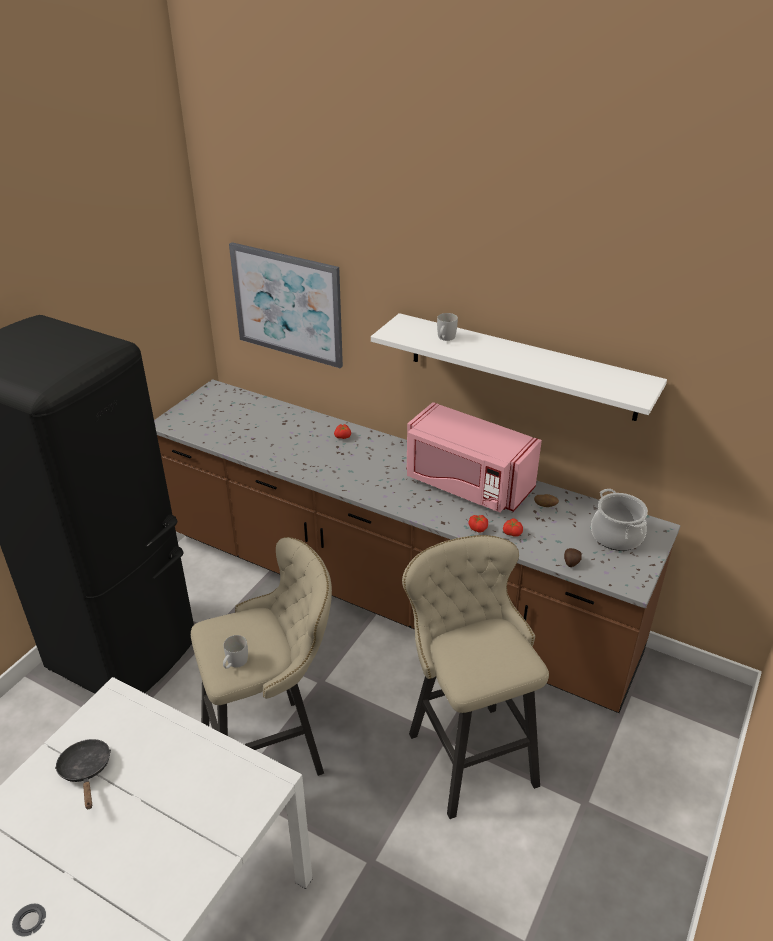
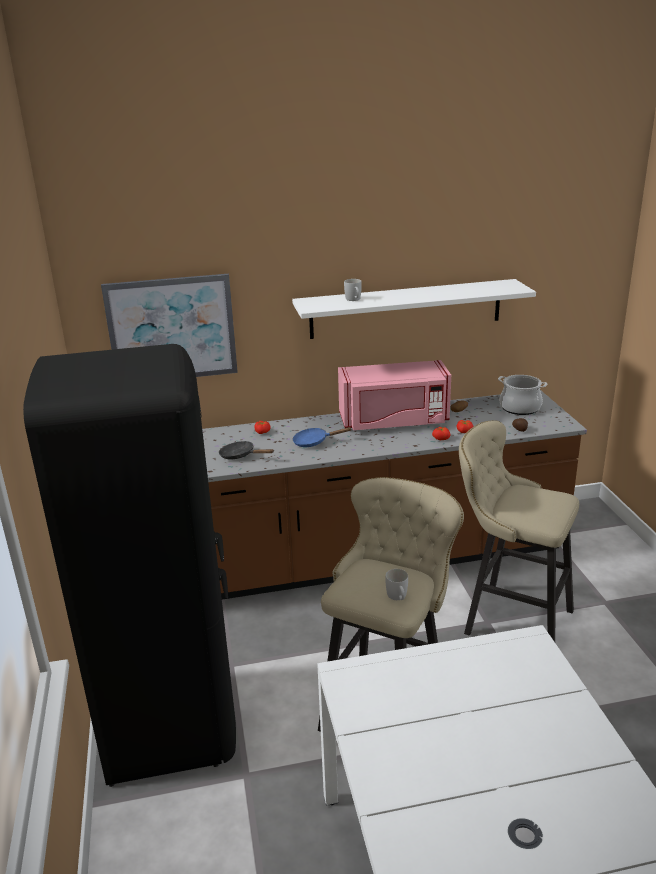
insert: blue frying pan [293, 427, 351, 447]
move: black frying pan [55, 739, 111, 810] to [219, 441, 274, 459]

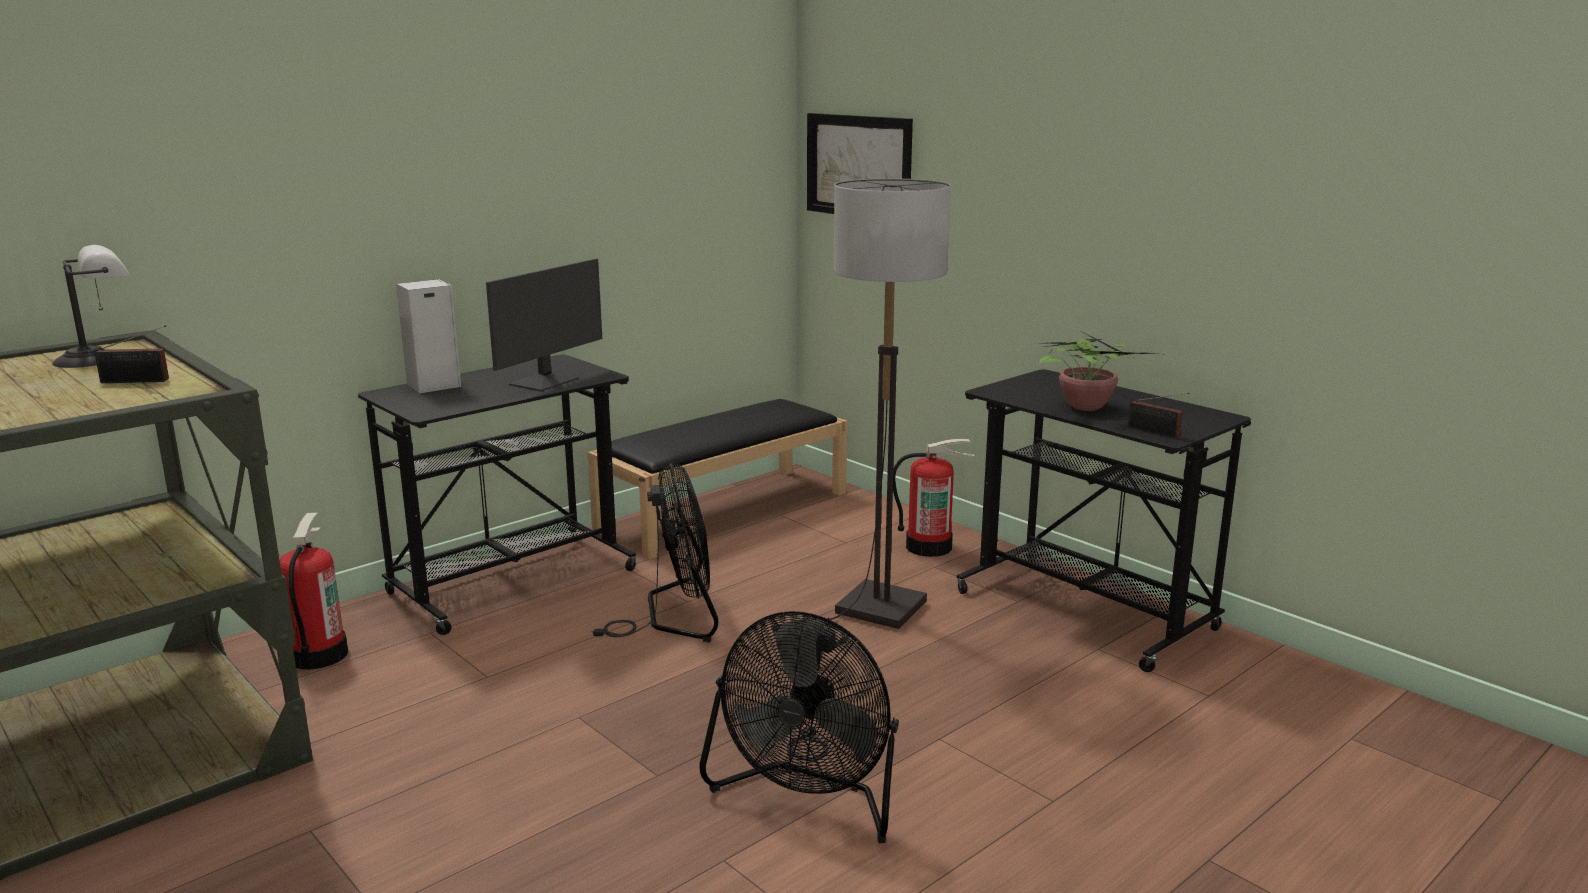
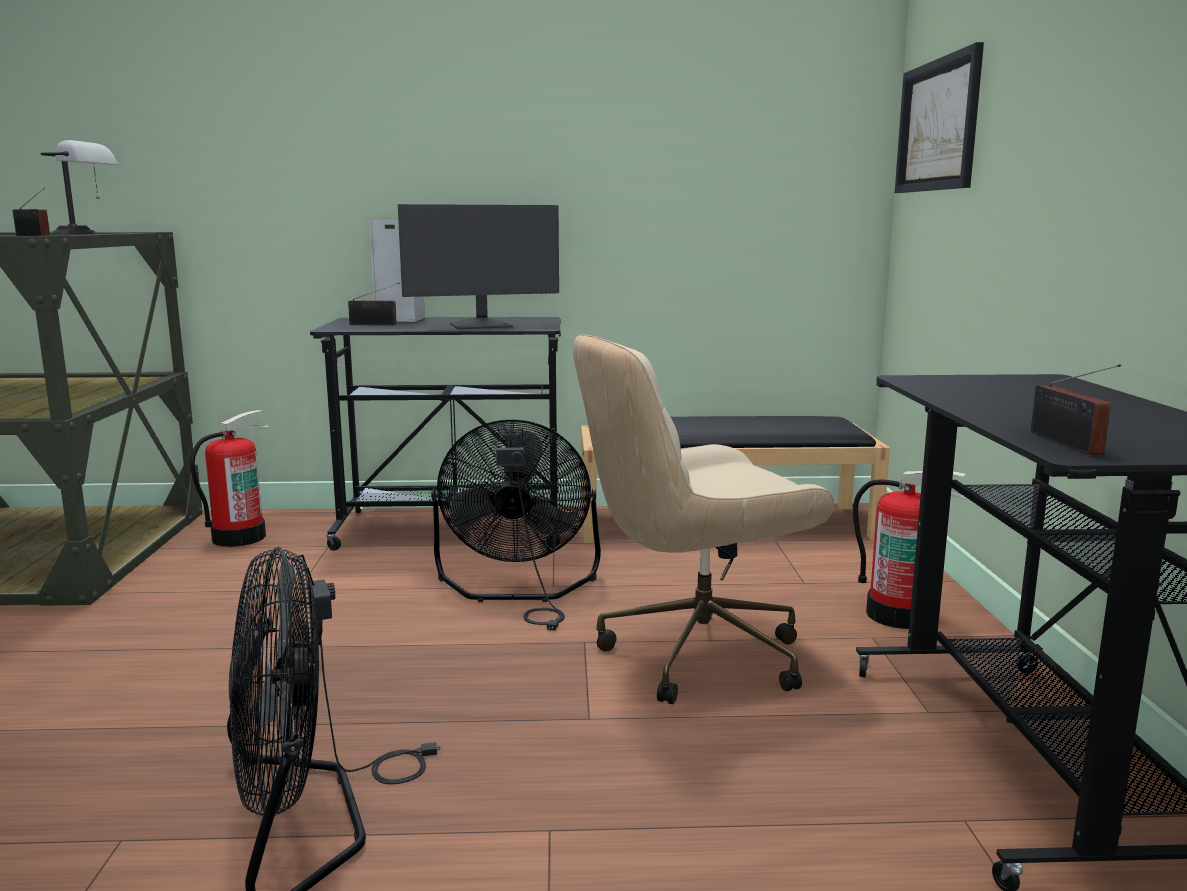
delete: potted plant [1040, 334, 1151, 411]
insert: radio [348, 283, 399, 325]
replace: floor lamp [771, 178, 951, 647] to beige office chair [573, 334, 834, 704]
rotate: black fan [592, 463, 718, 643] = [431, 419, 601, 631] 120 degrees counterclockwise

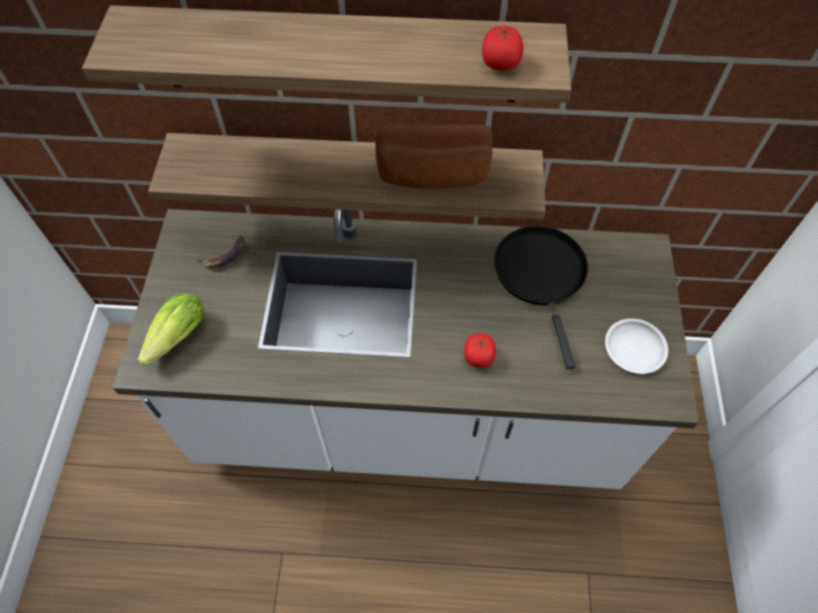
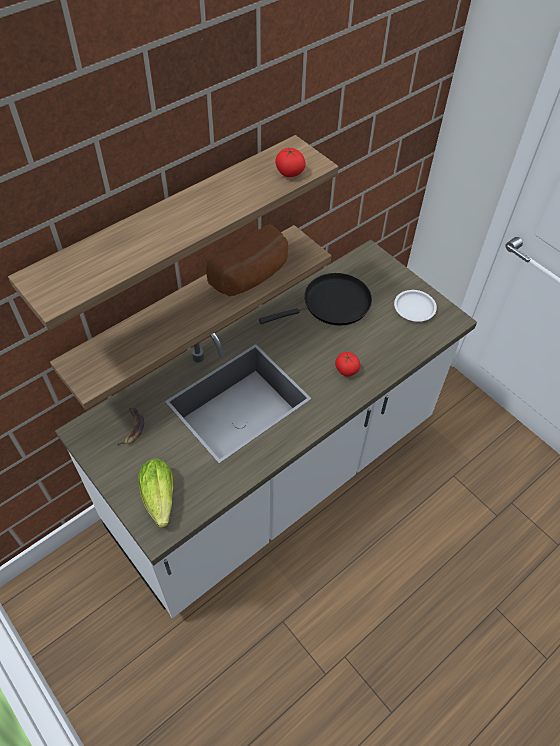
rotate: black frying pan [494, 226, 588, 369] = [259, 273, 372, 326] 120 degrees clockwise

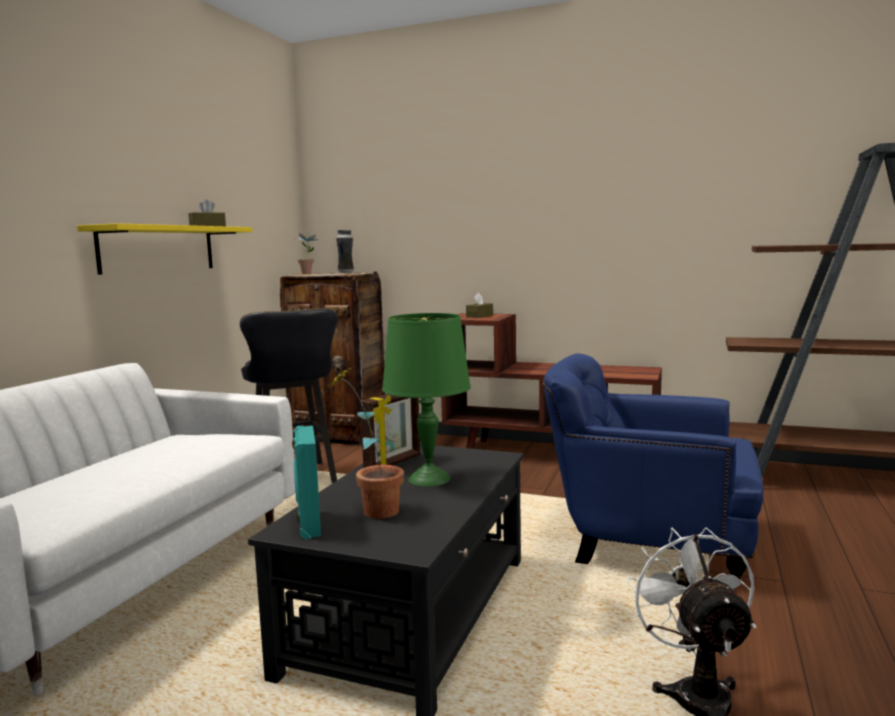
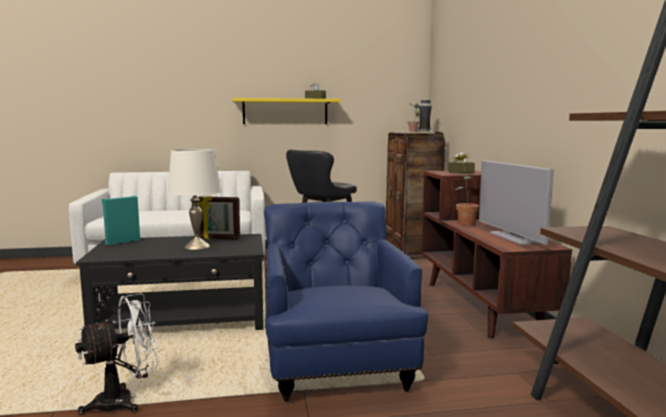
insert: television [479, 160, 554, 245]
move: potted plant [324, 365, 404, 519] to [452, 153, 479, 226]
recolor: green table lamp [382, 313, 471, 487] to white table lamp [168, 149, 221, 250]

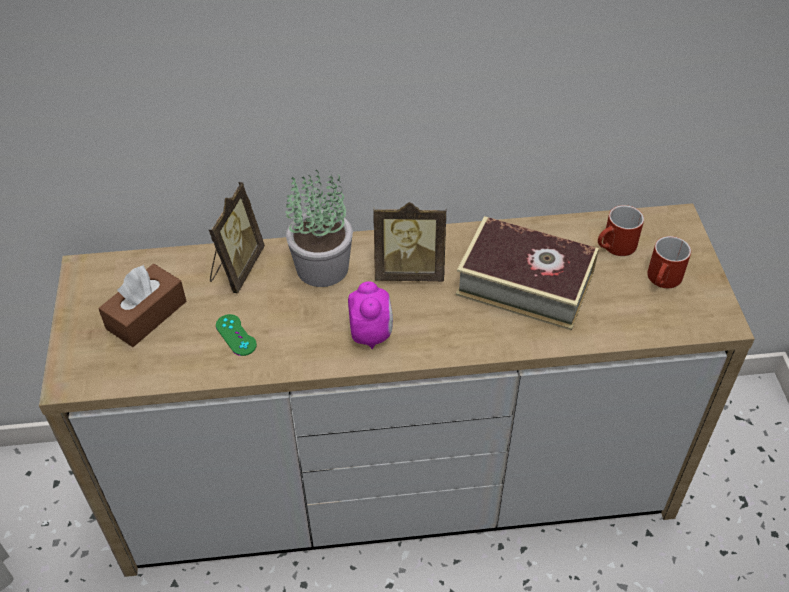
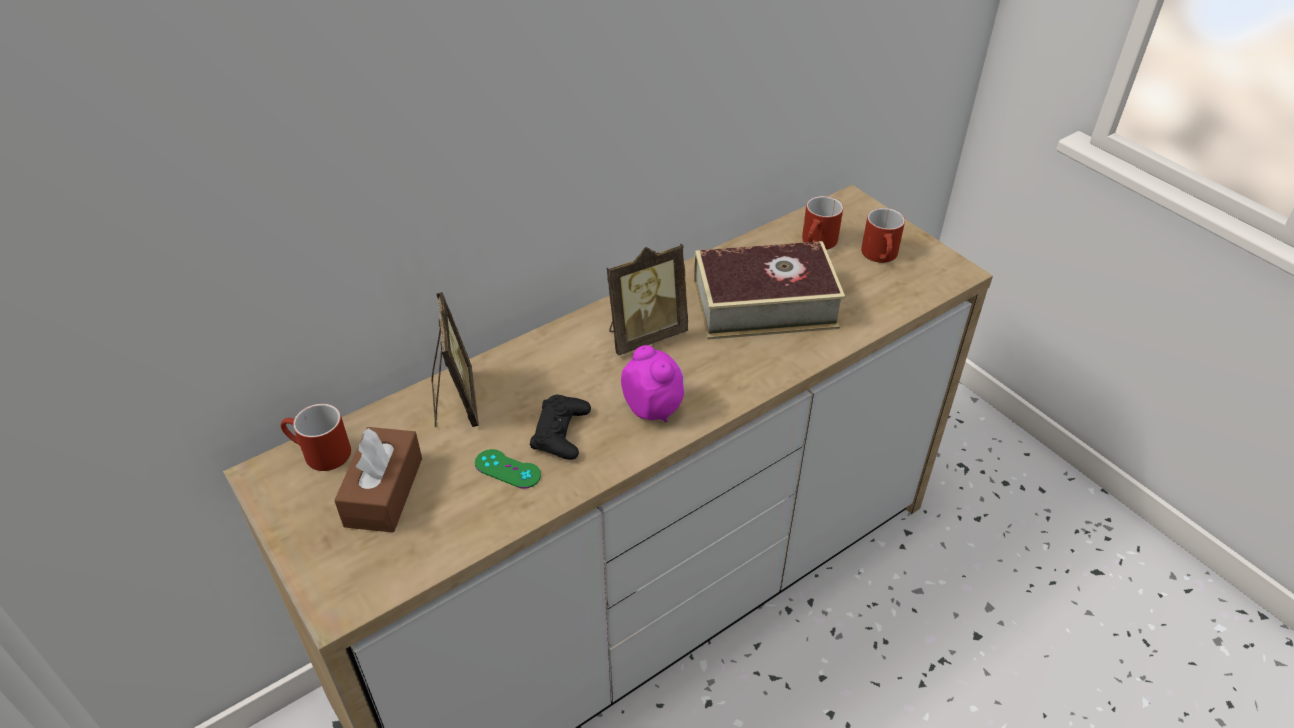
delete: potted plant [285, 170, 353, 287]
insert: red mug [281, 404, 351, 471]; black game controller [530, 395, 591, 460]

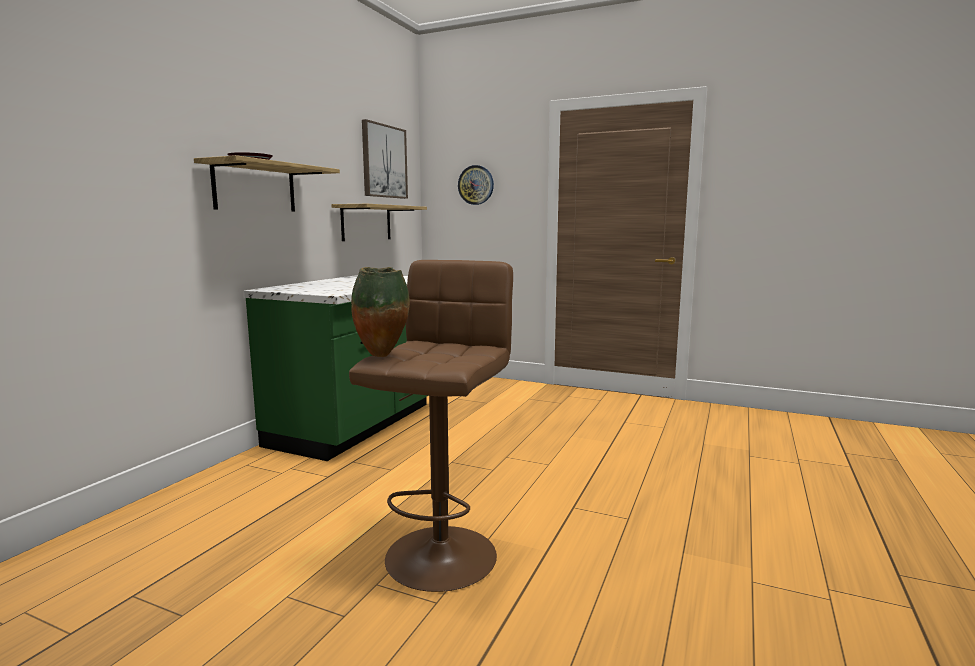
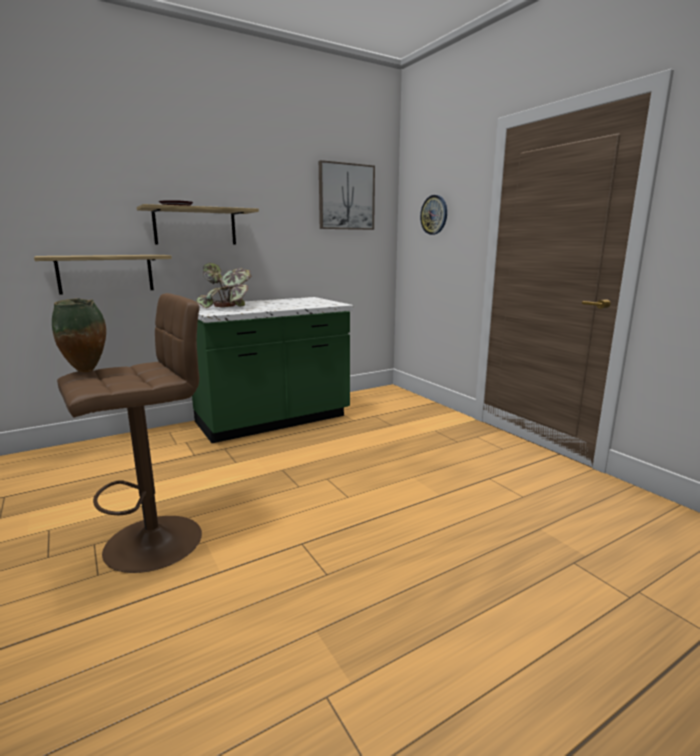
insert: potted plant [196, 263, 251, 308]
move: shelf [331, 204, 427, 241] to [34, 255, 172, 295]

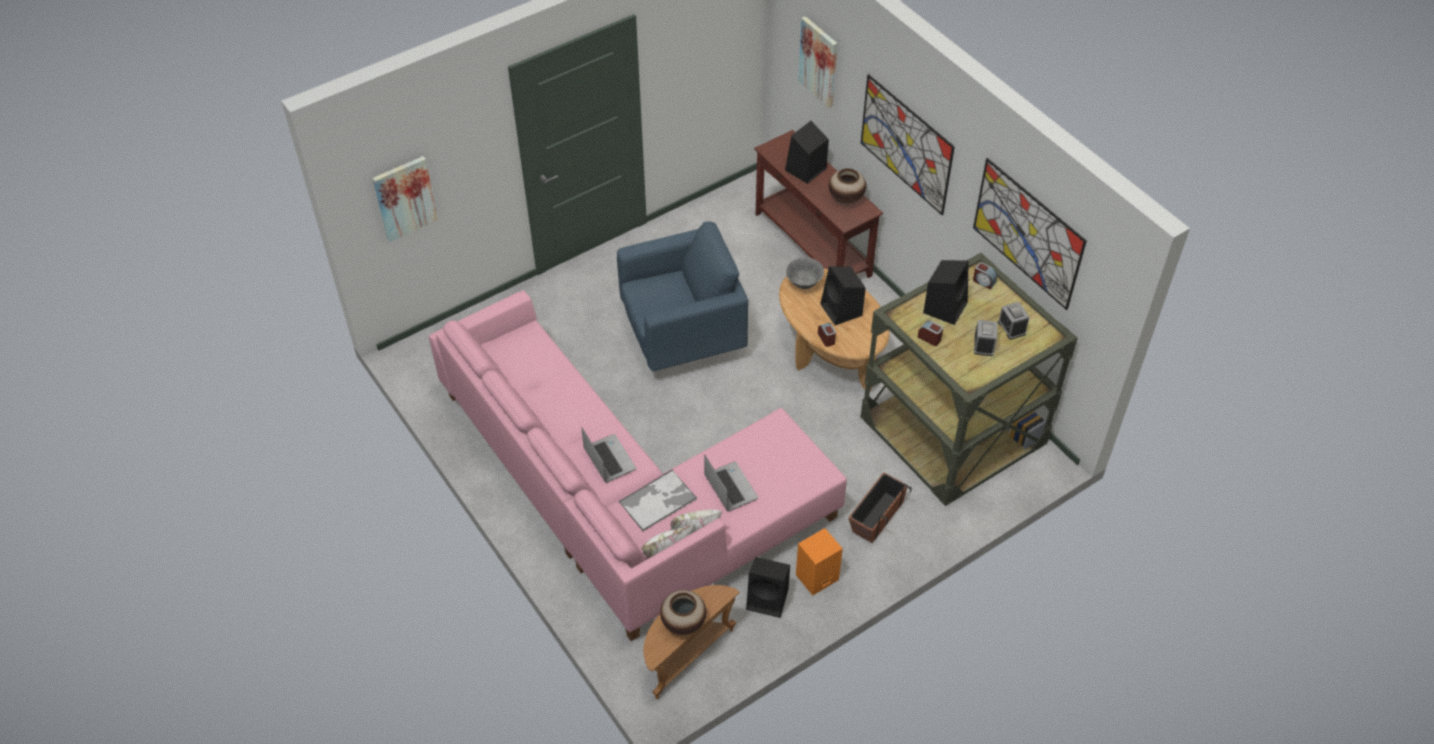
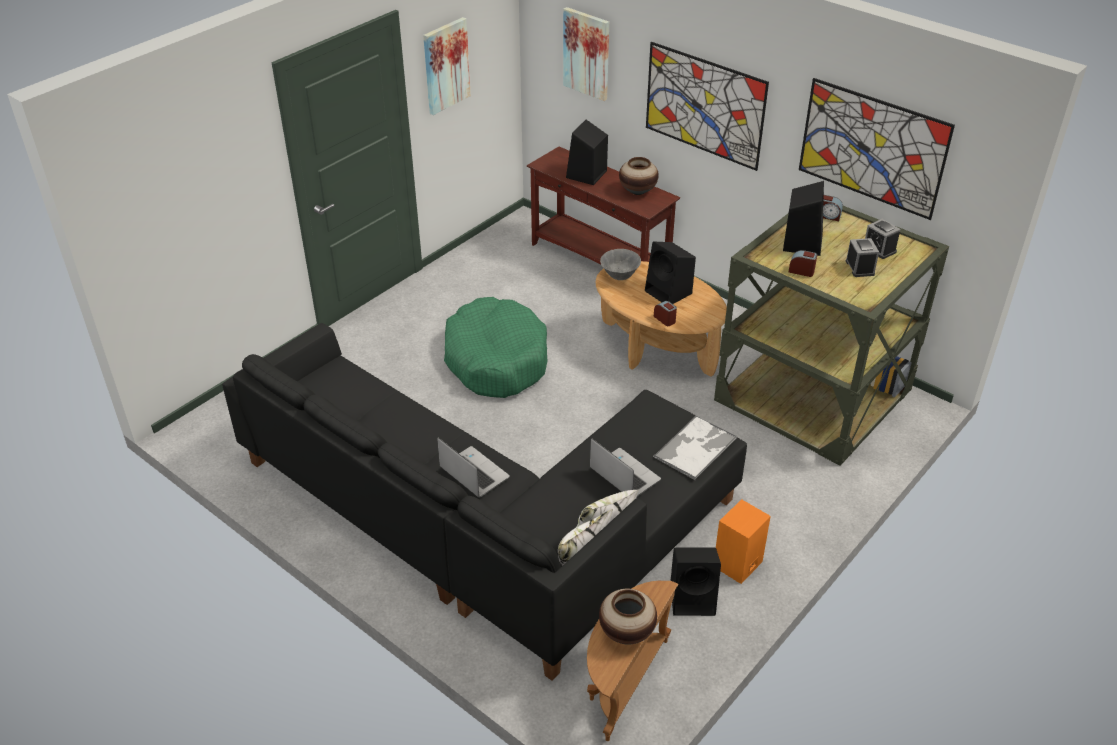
delete: planter [848, 472, 912, 543]
move: picture [372, 156, 438, 242] to [423, 17, 471, 115]; tray [619, 469, 697, 532] to [654, 416, 737, 480]
replace: blue armchair [617, 221, 748, 371] to green dog bed [444, 297, 548, 398]
recolor: pink sofa [429, 290, 847, 641] to black sofa [222, 323, 747, 681]

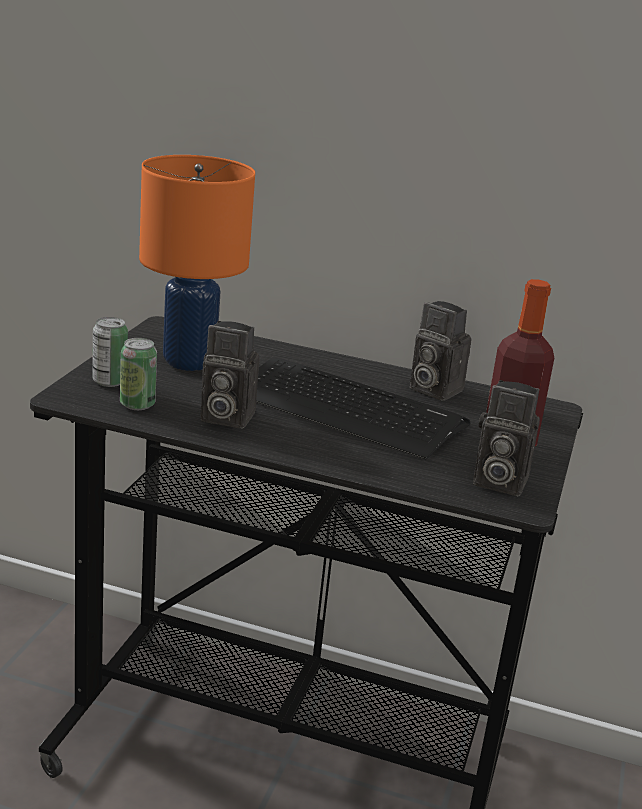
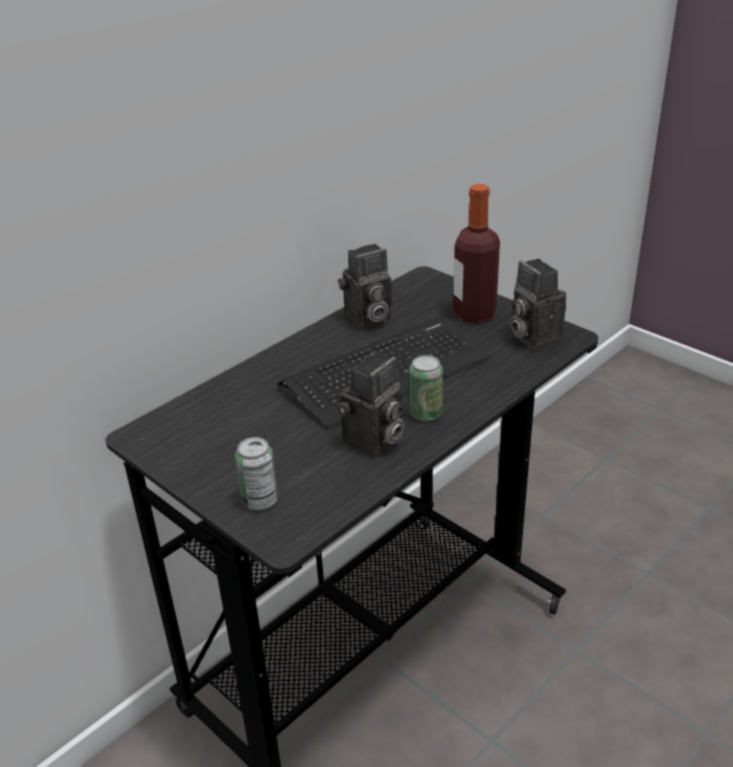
delete: orange table lamp [139, 155, 255, 371]
move: can [120, 338, 157, 410] to [409, 355, 443, 421]
rotate: photo camera [473, 380, 540, 496] = [510, 259, 566, 350] 105 degrees clockwise

